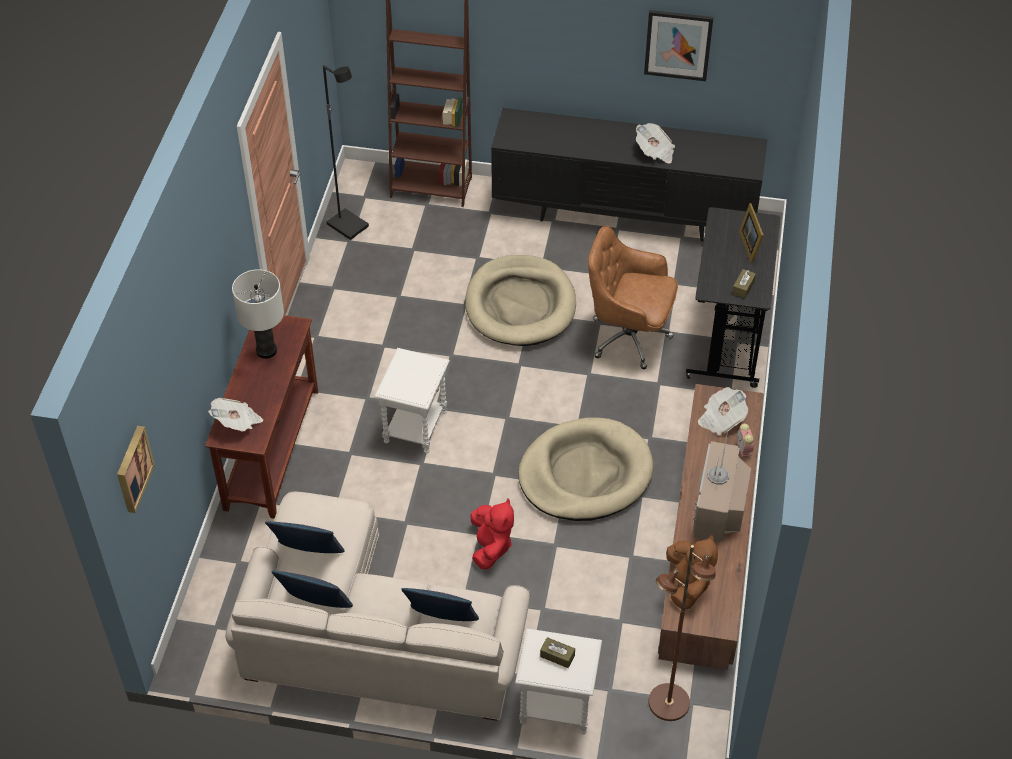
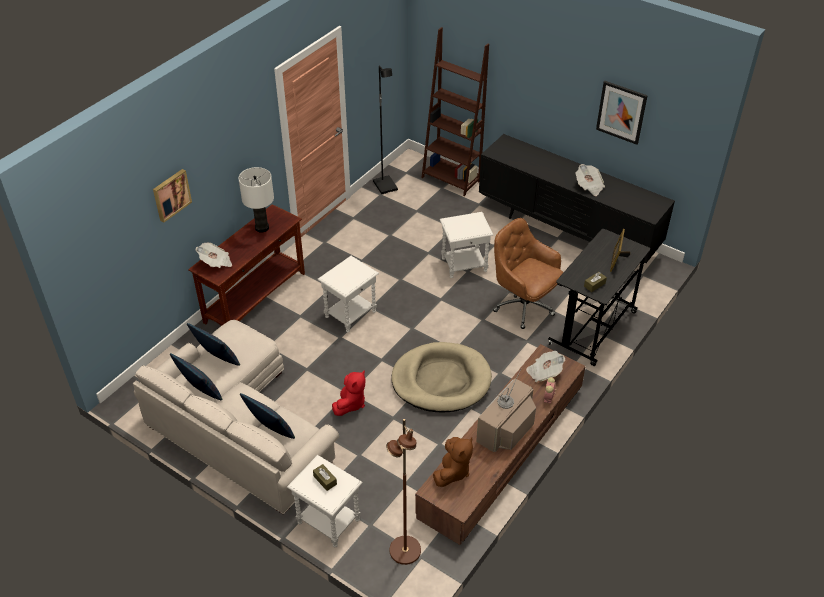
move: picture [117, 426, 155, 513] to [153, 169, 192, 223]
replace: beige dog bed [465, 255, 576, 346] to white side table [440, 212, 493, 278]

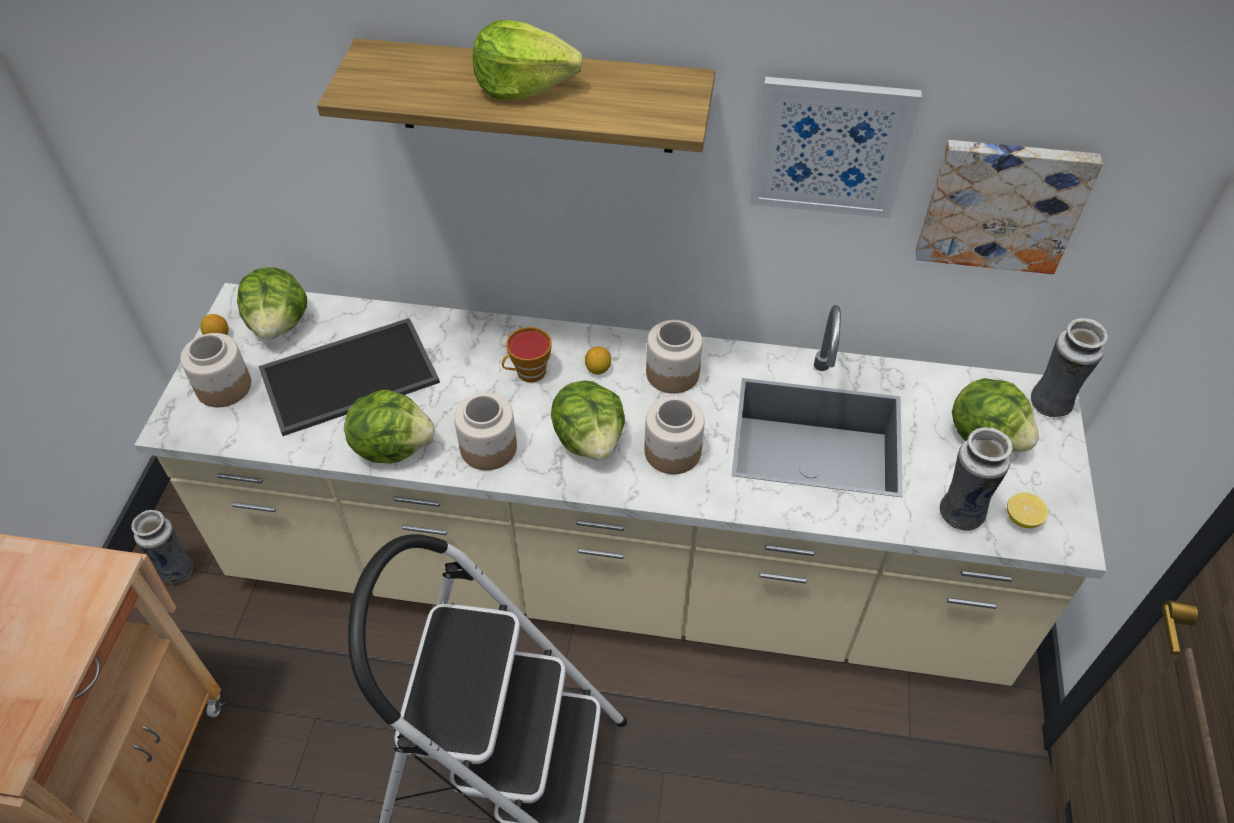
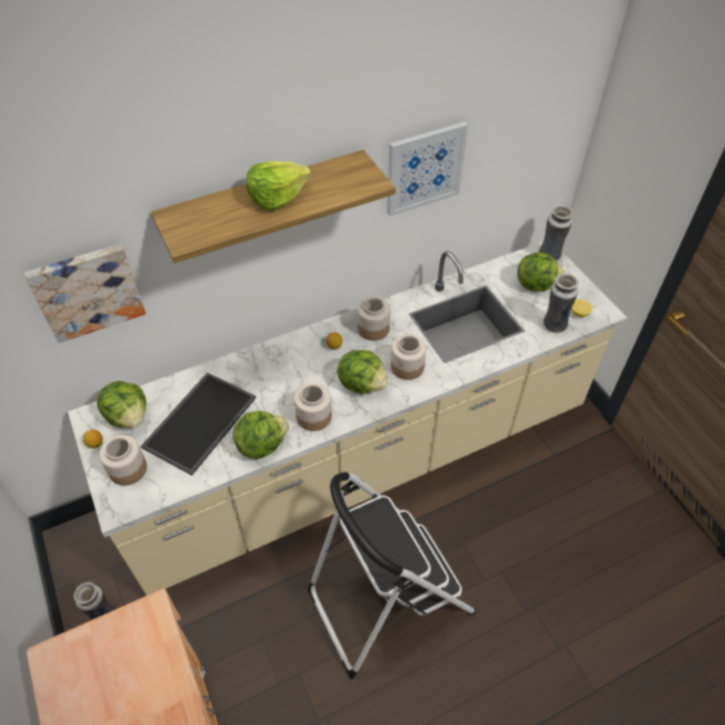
delete: cup [502, 327, 552, 383]
move: picture [916, 140, 1103, 274] to [24, 243, 146, 343]

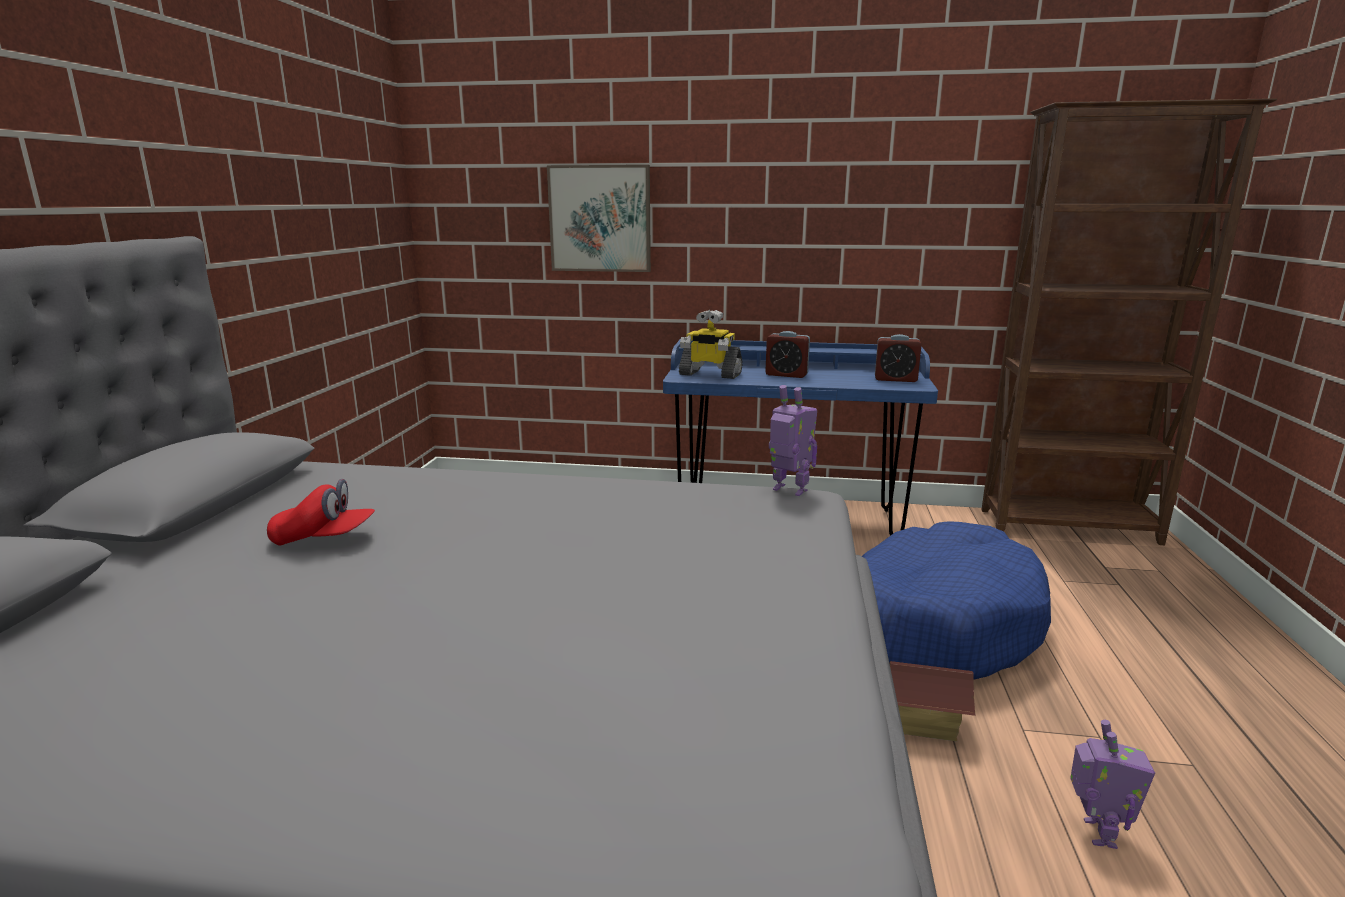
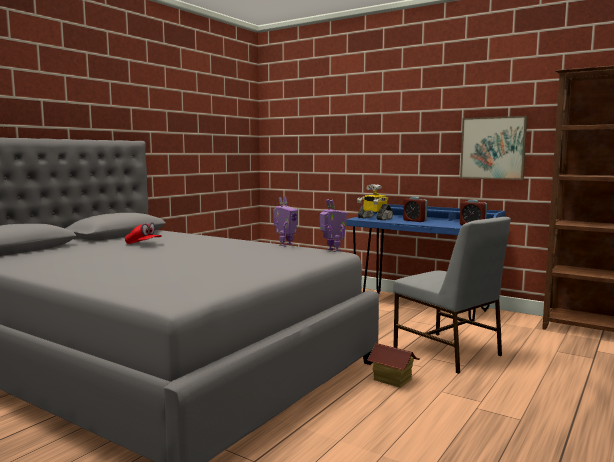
move: toy robot [1070, 720, 1155, 849] to [273, 197, 298, 247]; picture [547, 165, 651, 272] to [460, 116, 527, 180]
replace: blue dog bed [862, 521, 1051, 679] to grey chair [393, 217, 511, 374]

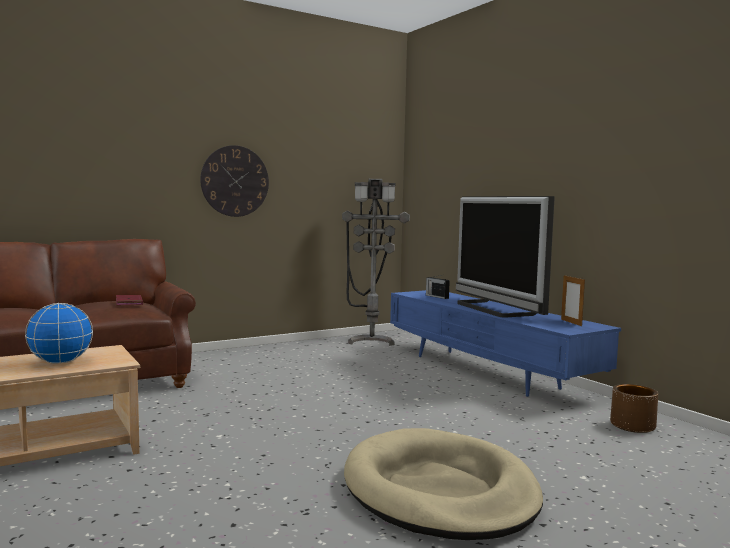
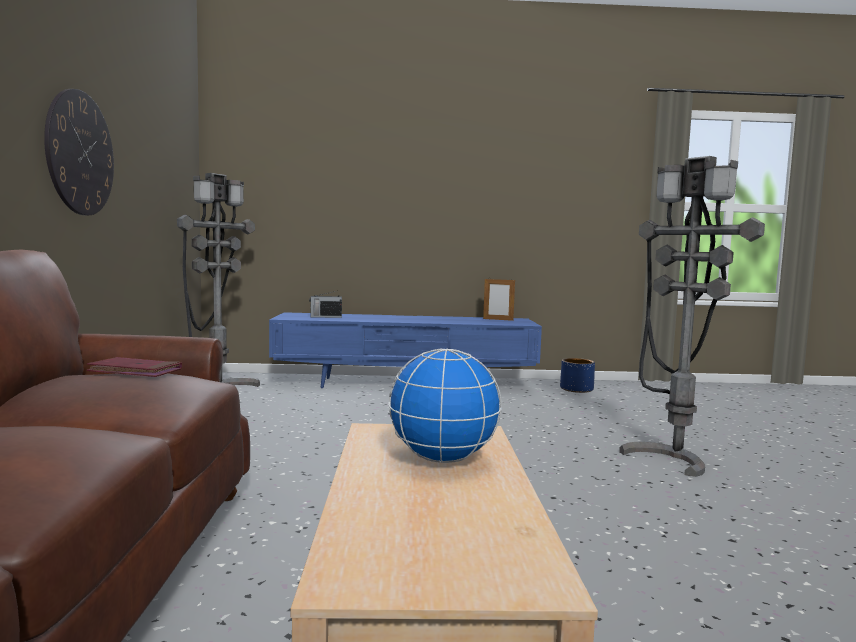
delete: television [456, 196, 555, 317]
replace: beige dog bed [344, 428, 543, 540] to grey floor lamp [619, 156, 765, 477]
recolor: brown planter [610, 384, 658, 433] to blue planter [560, 358, 595, 393]

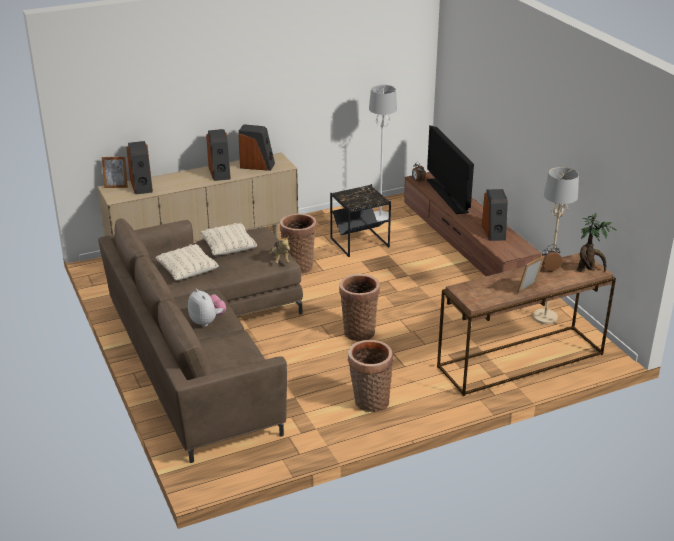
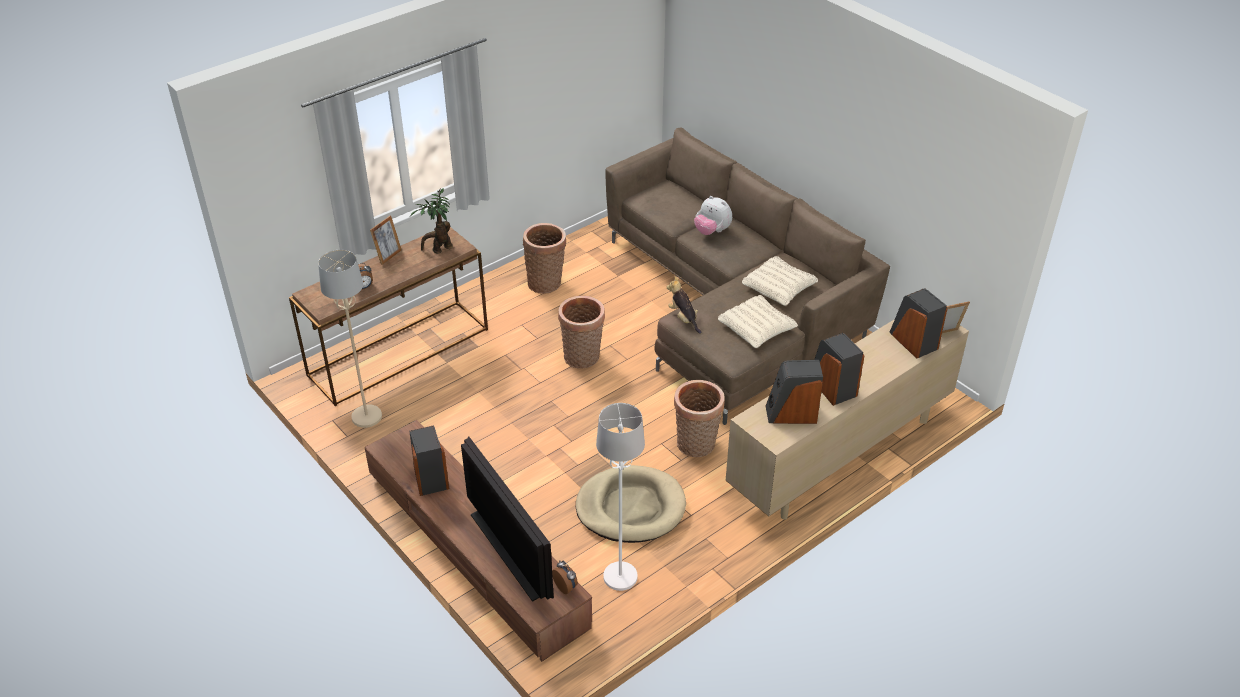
move: potted plant [577, 213, 617, 272] to [410, 188, 453, 254]
replace: black side table [330, 184, 391, 257] to beige dog bed [576, 465, 686, 543]

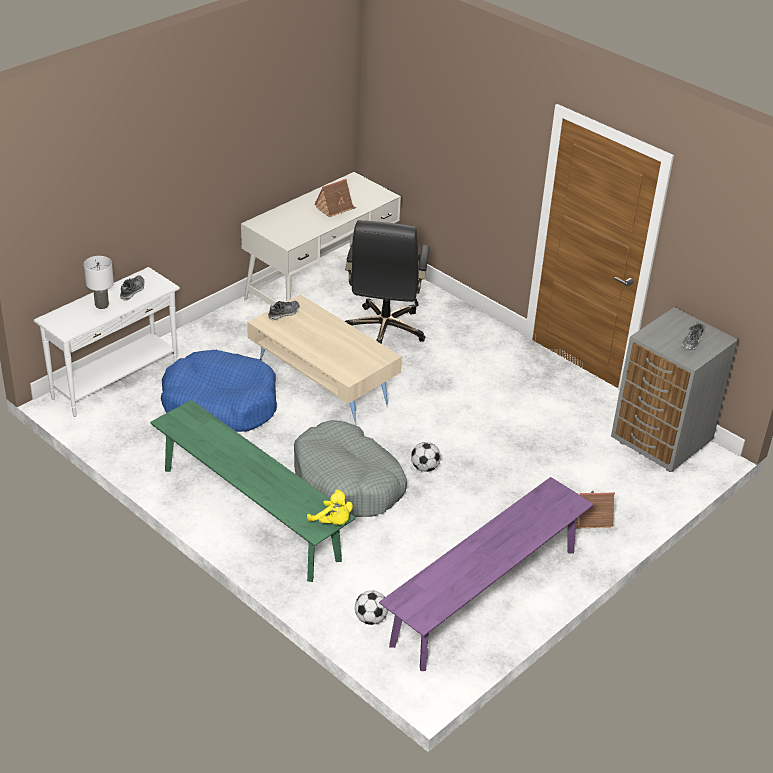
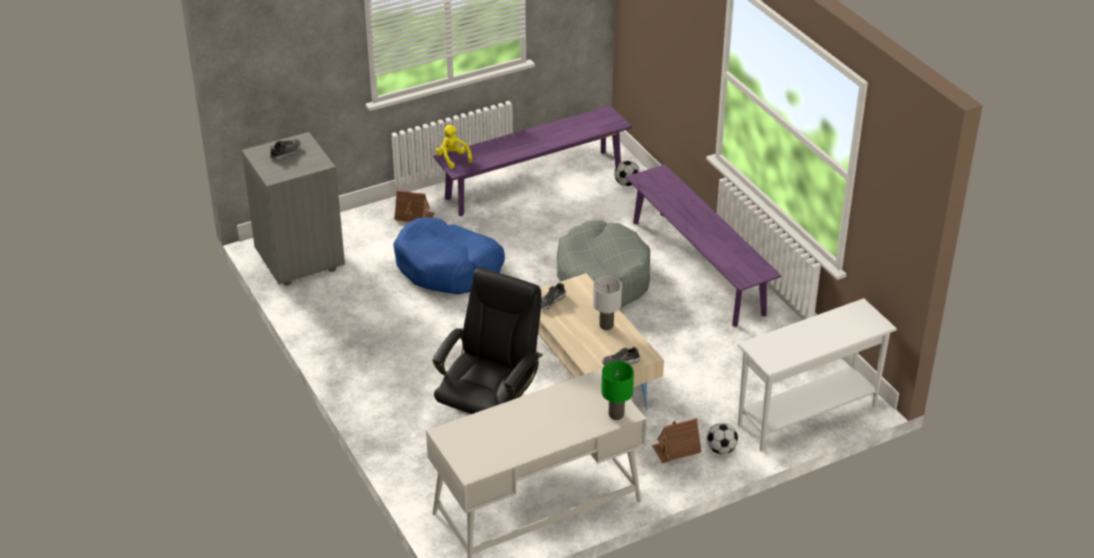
insert: green table lamp [601, 361, 634, 420]
move: blue dog bed [161, 350, 277, 432] to [393, 217, 505, 294]; yellow plush toy [307, 490, 353, 525] to [436, 125, 472, 169]; shoe [120, 276, 145, 301] to [541, 283, 566, 309]; white table lamp [84, 256, 114, 309] to [593, 276, 622, 330]; toy house [315, 179, 356, 217] to [652, 418, 701, 463]; football [411, 442, 441, 472] to [707, 423, 738, 454]
recolor: green bench [150, 400, 356, 582] to purple bench [626, 164, 781, 327]

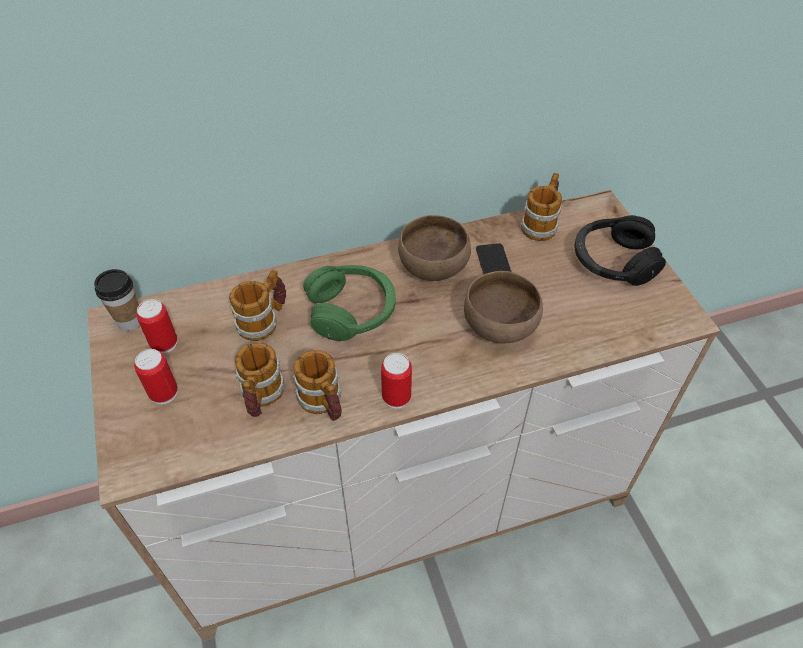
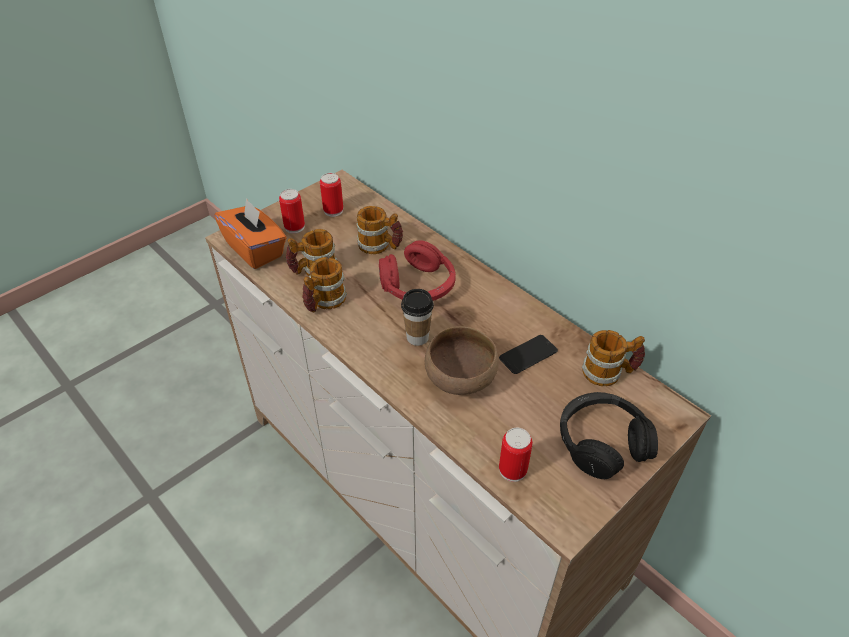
delete: brown bowl [398, 215, 471, 281]
insert: orange tissue box [214, 198, 287, 269]
move: cup [94, 269, 140, 331] to [401, 289, 434, 346]; can [381, 353, 412, 409] to [499, 428, 533, 482]
recolor: green headphones [303, 265, 396, 341] to red headphones [379, 240, 456, 301]

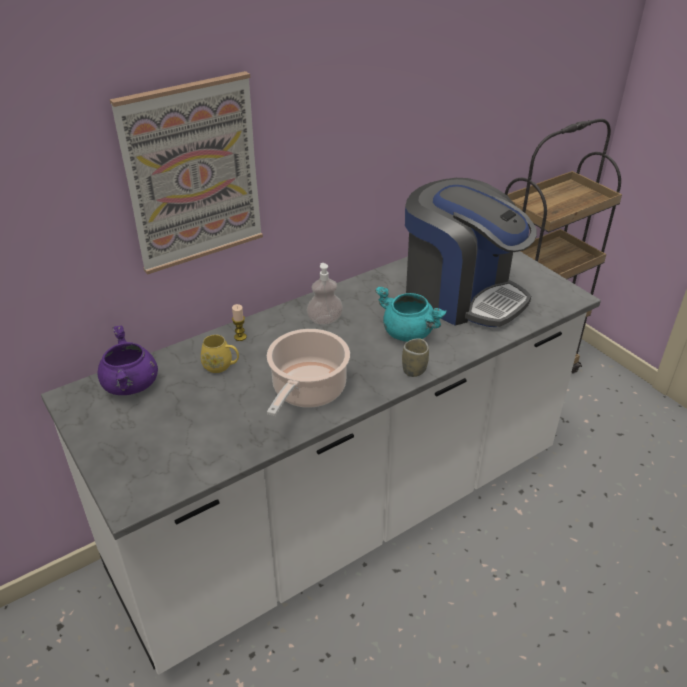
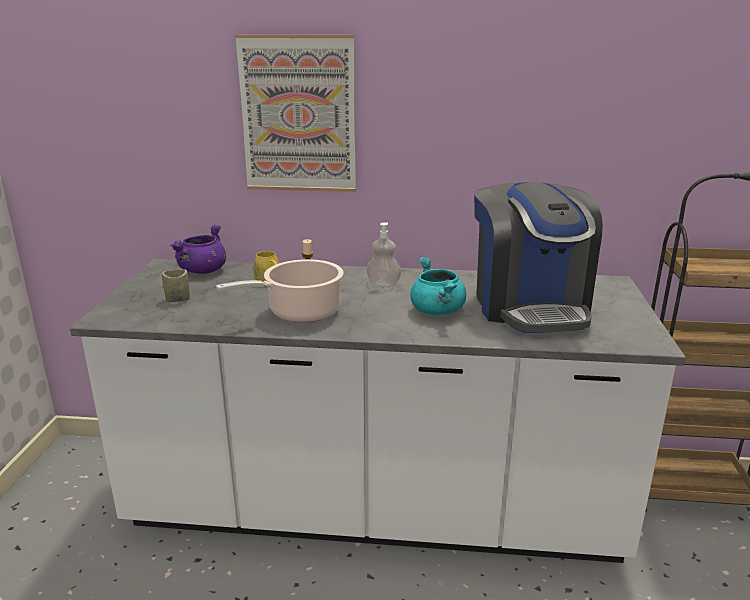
move: cup [402, 338, 429, 377] to [162, 269, 190, 302]

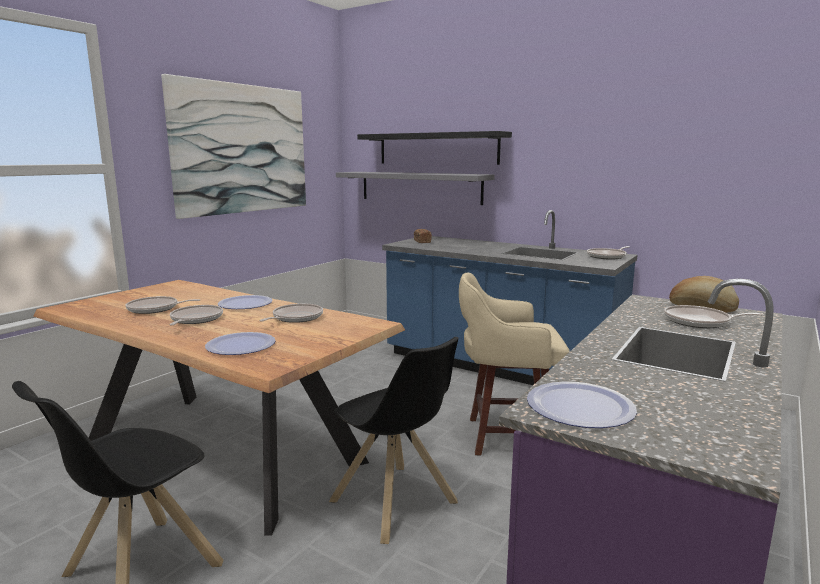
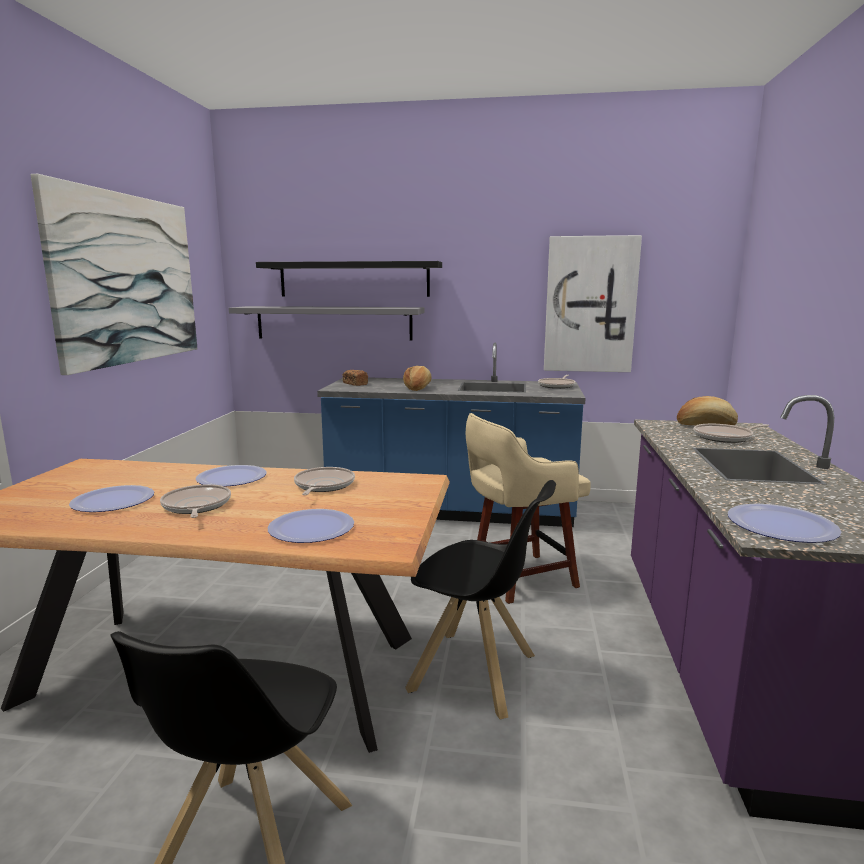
insert: bread [403, 366, 432, 391]; picture [544, 235, 642, 372]
replace: frying pan [126, 296, 200, 314] to plate [69, 485, 154, 512]

